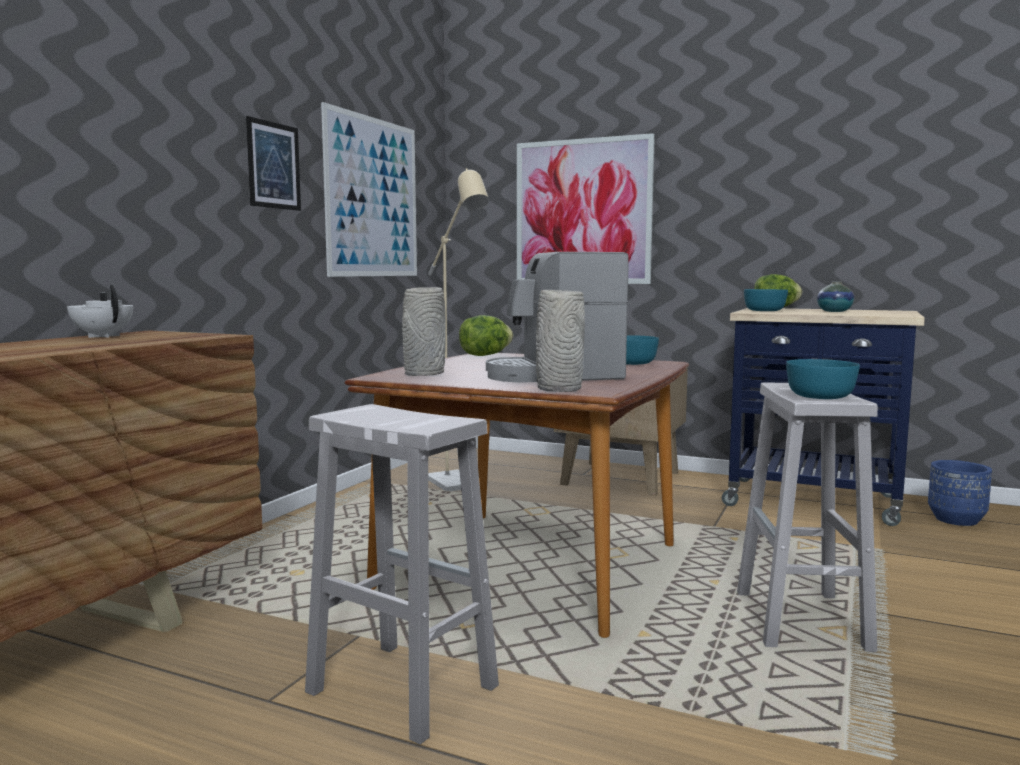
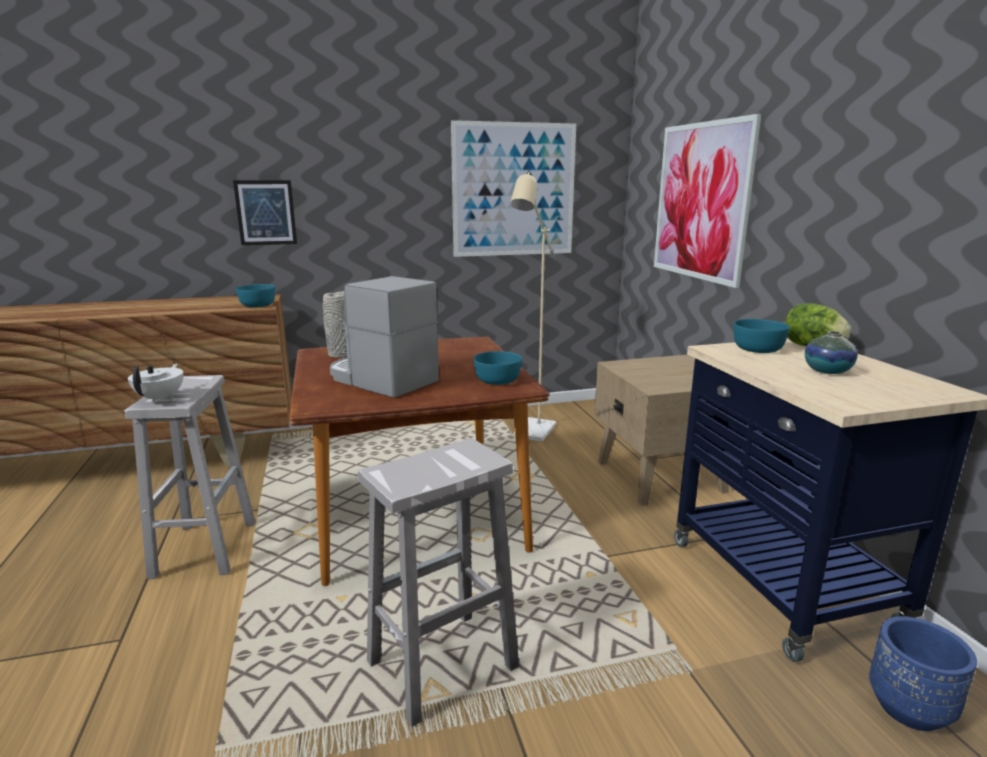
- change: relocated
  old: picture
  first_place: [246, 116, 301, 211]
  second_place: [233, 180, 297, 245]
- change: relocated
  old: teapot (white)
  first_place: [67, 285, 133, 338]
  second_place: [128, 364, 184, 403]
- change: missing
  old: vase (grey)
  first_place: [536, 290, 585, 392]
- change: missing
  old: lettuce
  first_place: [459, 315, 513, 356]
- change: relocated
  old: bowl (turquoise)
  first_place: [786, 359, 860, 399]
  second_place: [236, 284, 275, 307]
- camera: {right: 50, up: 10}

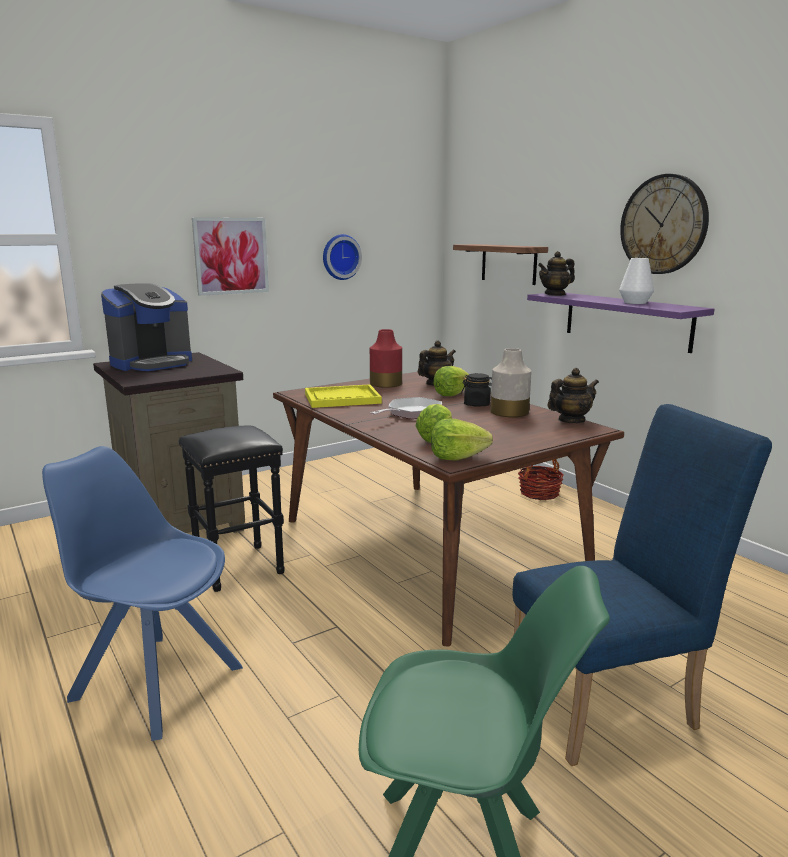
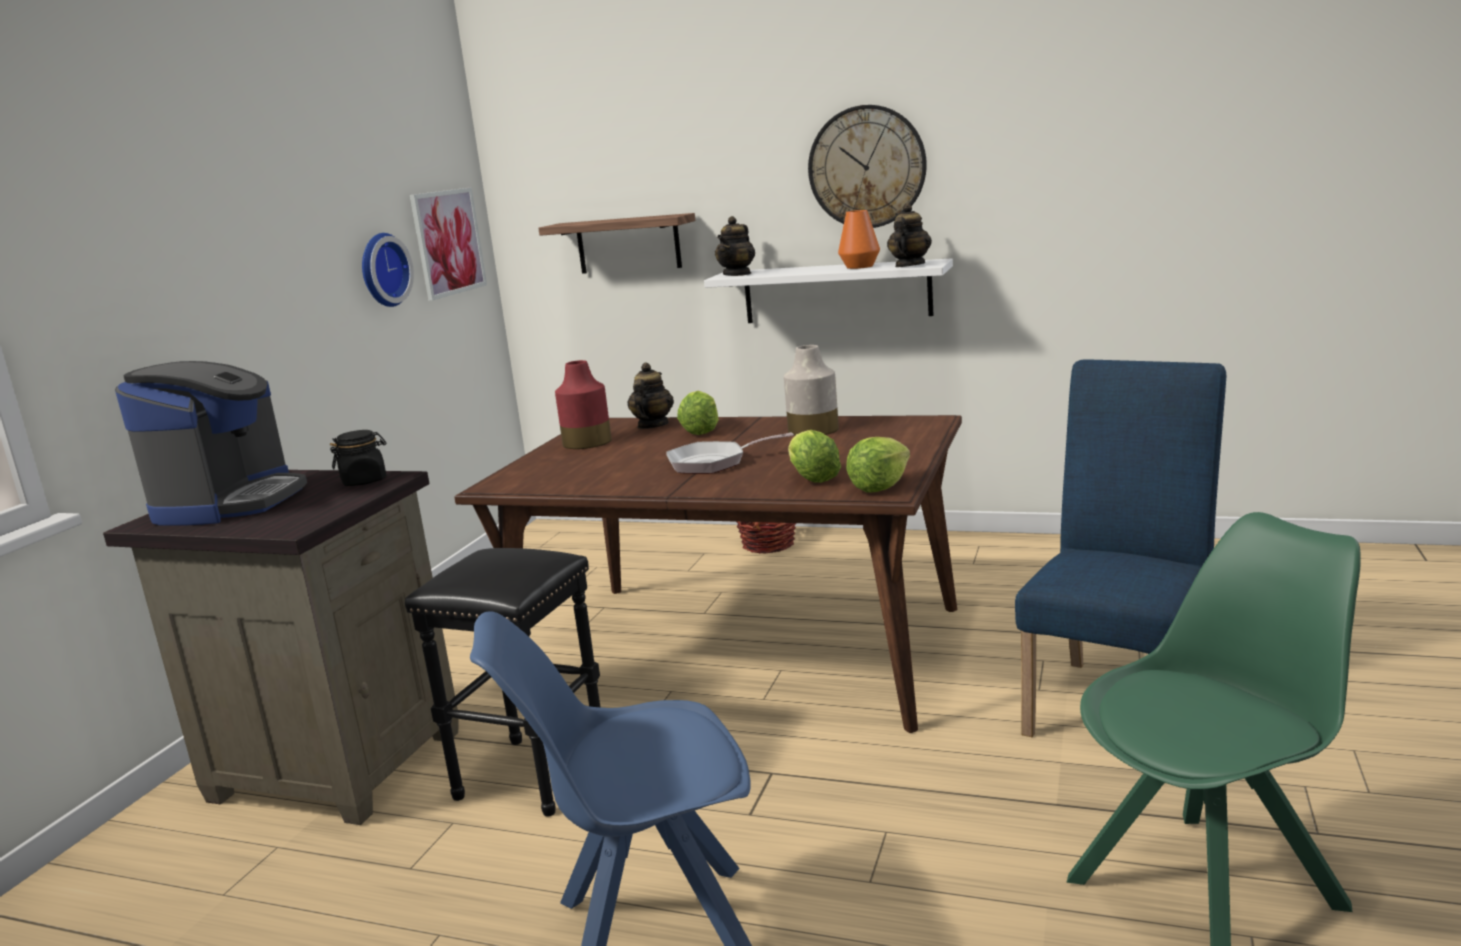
- change: relocated
  old: picture
  first_place: [192, 217, 269, 296]
  second_place: [410, 187, 487, 301]
- change: colour
  old: vase (white)
  new: vase (orange)
  first_place: [619, 258, 654, 304]
  second_place: [838, 210, 880, 269]
- change: colour
  old: shelf (purple)
  new: shelf (white)
  first_place: [527, 293, 714, 353]
  second_place: [704, 258, 953, 323]
- change: relocated
  old: teapot
  first_place: [548, 368, 599, 423]
  second_place: [887, 203, 932, 267]
- change: relocated
  old: jar (black)
  first_place: [461, 373, 492, 407]
  second_place: [330, 430, 387, 486]
- change: missing
  old: tray (yellow)
  first_place: [305, 384, 382, 408]
- change: spun
  old: frying pan
  first_place: [370, 397, 442, 419]
  second_place: [666, 433, 794, 474]
  degrees: -105
- camera: {right: -35, up: 0}

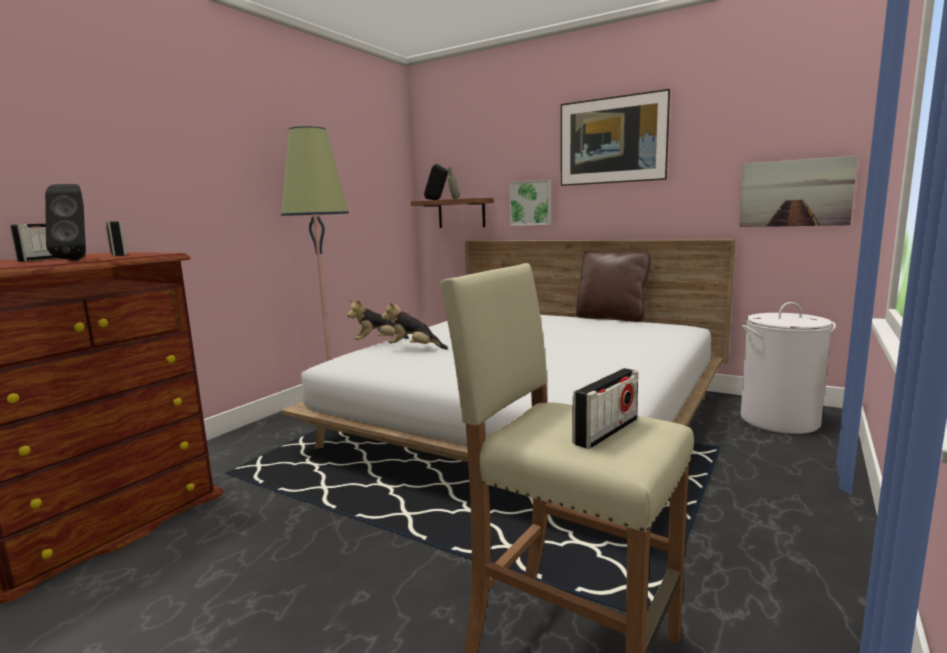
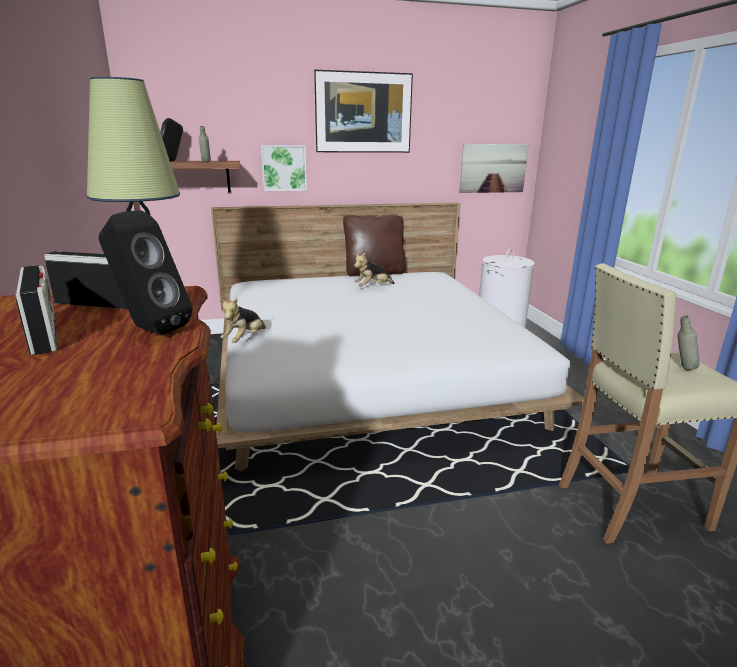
- change: relocated
  old: plush toy
  first_place: [381, 301, 448, 349]
  second_place: [354, 253, 395, 286]
- change: exchanged
  old: radio
  new: bottle (grey)
  first_place: [573, 368, 638, 449]
  second_place: [678, 315, 699, 370]
- camera: {right: -45, up: 10}

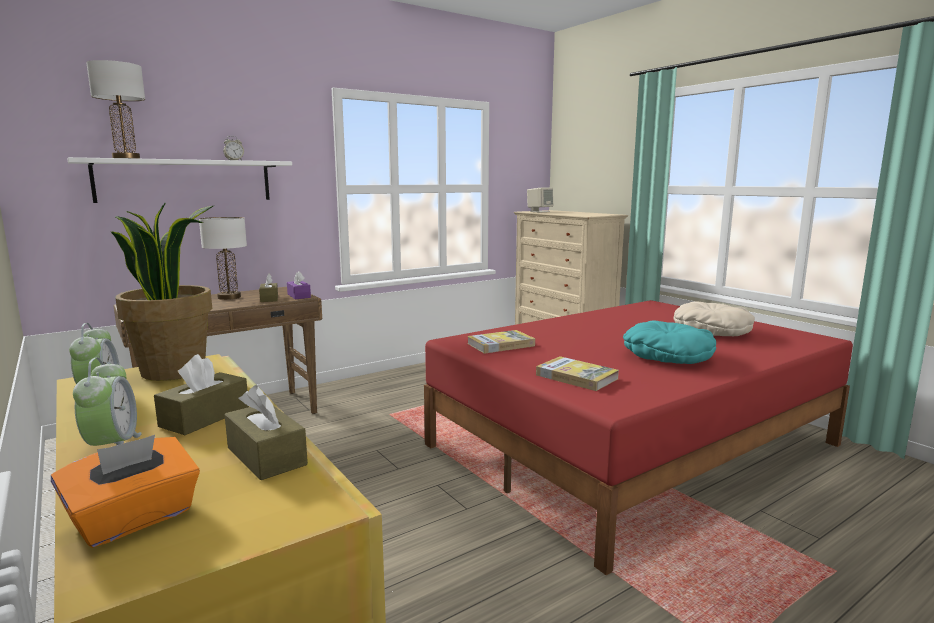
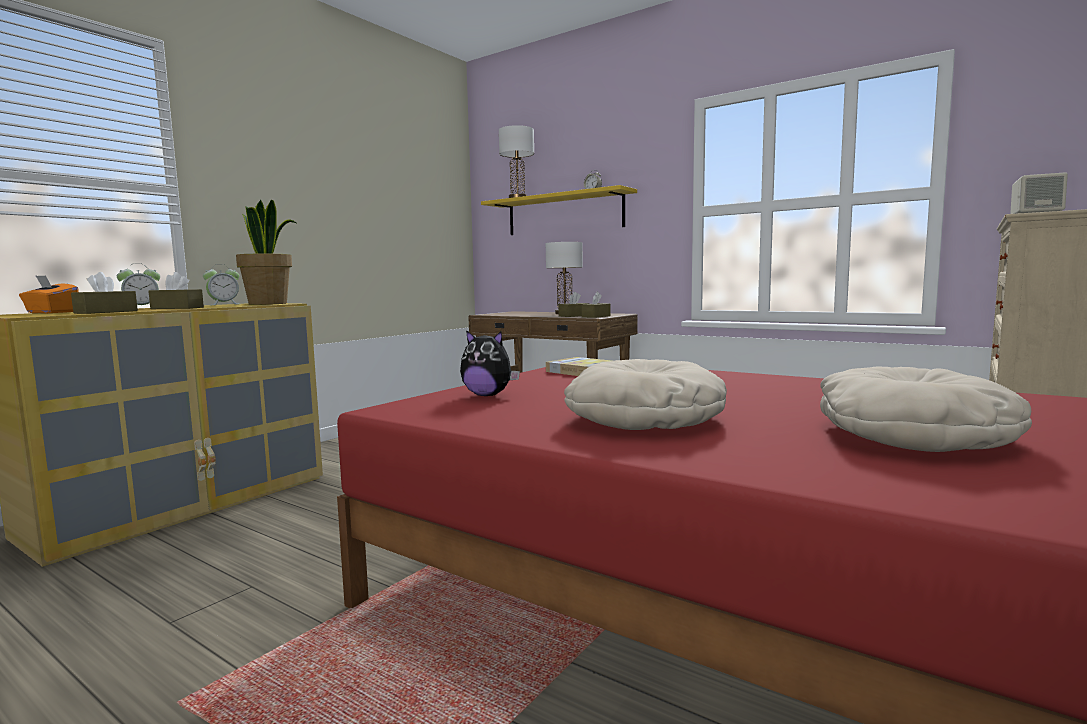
- change: colour
  old: shelf (white)
  new: shelf (yellow)
  first_place: [68, 157, 292, 203]
  second_place: [481, 185, 637, 235]
- change: colour
  old: tissue box (purple)
  new: tissue box (brown)
  first_place: [287, 271, 311, 299]
  second_place: [582, 292, 610, 318]
- change: colour
  old: pillow (turquoise)
  new: pillow (beige)
  first_place: [623, 321, 716, 364]
  second_place: [564, 359, 727, 430]
- change: exchanged
  old: book
  new: plush toy
  first_place: [536, 356, 619, 391]
  second_place: [460, 330, 520, 396]
- camera: {right: 70, up: -5}

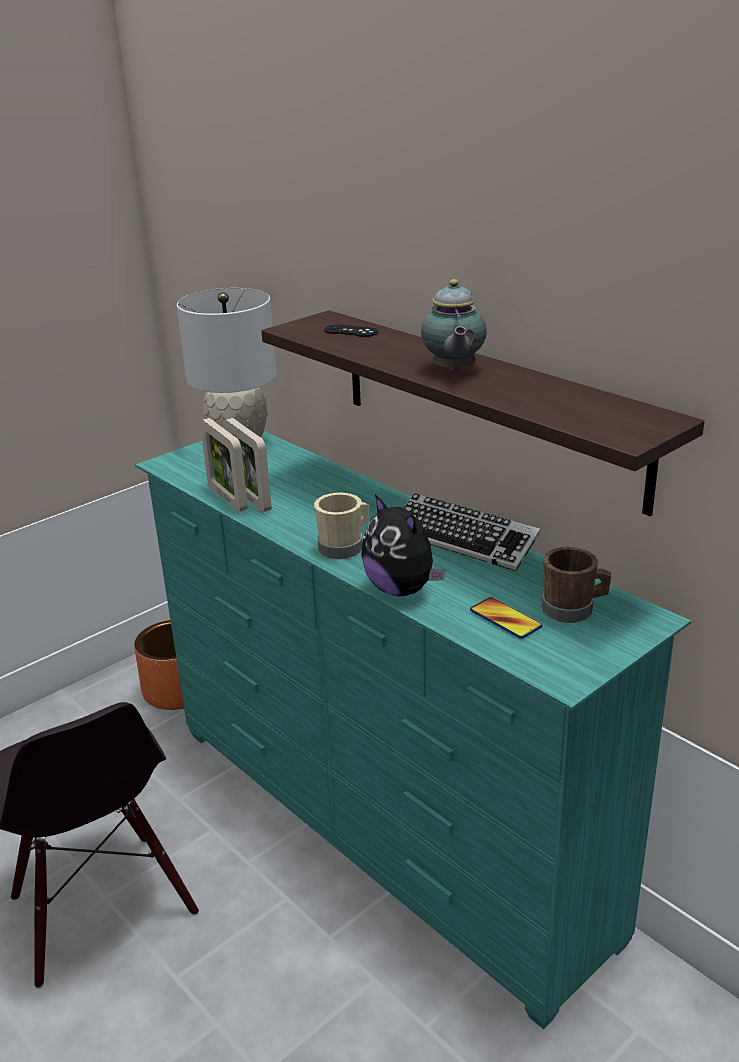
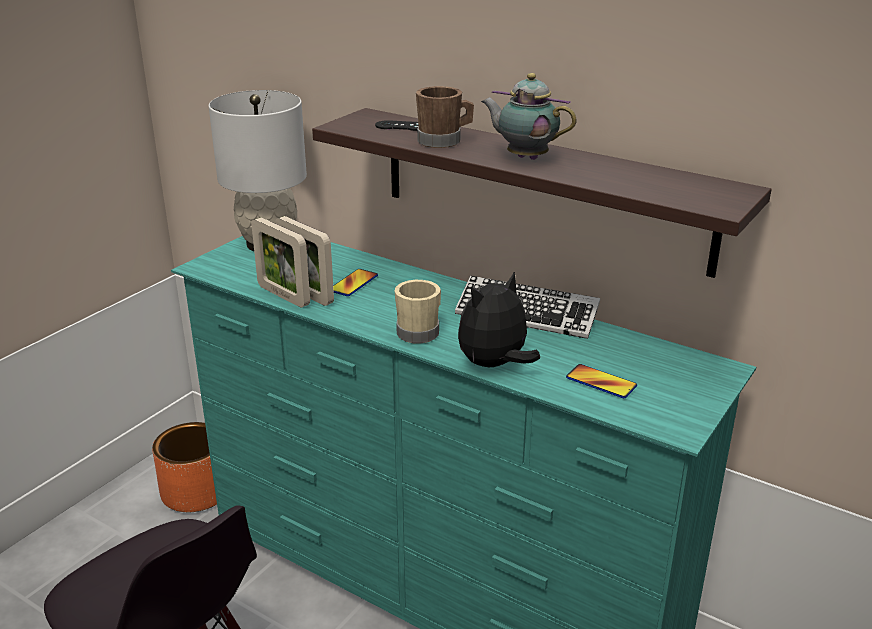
- change: spun
  old: teapot
  first_place: [421, 279, 487, 373]
  second_place: [481, 73, 576, 160]
  degrees: 135
- change: spun
  old: plush toy
  first_place: [361, 494, 445, 596]
  second_place: [458, 271, 540, 367]
  degrees: 105
- change: relocated
  old: mug (brown)
  first_place: [542, 547, 611, 623]
  second_place: [416, 86, 474, 148]
- change: appeared
  new: phone
  second_place: [333, 269, 378, 296]
- camera: {right: -15, up: 0}

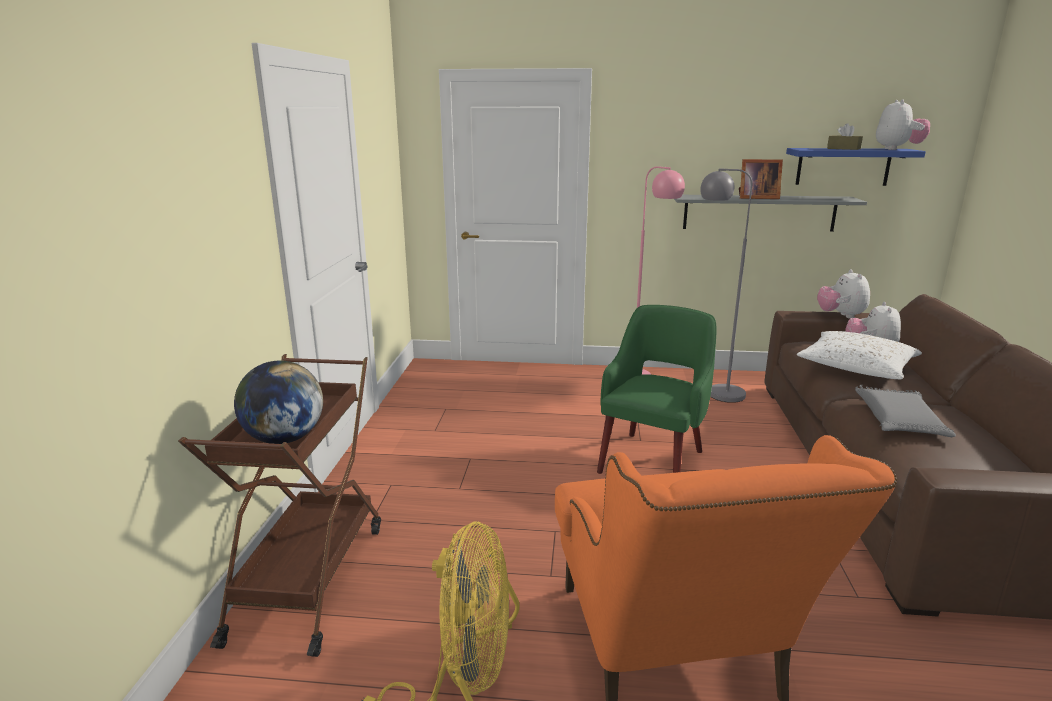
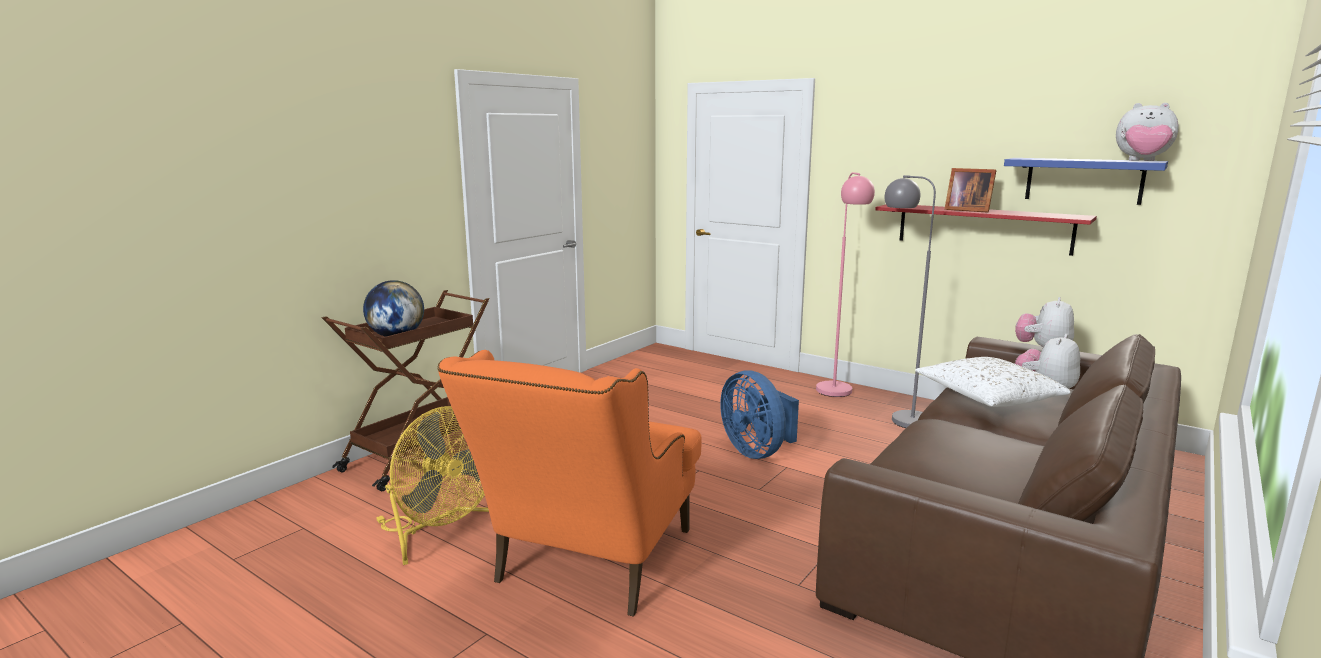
- change: spun
  old: plush toy
  first_place: [876, 100, 930, 150]
  second_place: [1116, 103, 1179, 161]
  degrees: 75
- change: missing
  old: tissue box (brown)
  first_place: [827, 123, 863, 150]
- change: colour
  old: shelf (grey)
  new: shelf (red)
  first_place: [674, 195, 867, 232]
  second_place: [875, 205, 1097, 256]
- change: exchanged
  old: armchair (green)
  new: fan (blue)
  first_place: [597, 305, 717, 474]
  second_place: [720, 370, 799, 459]
- change: missing
  old: pillow (grey)
  first_place: [855, 385, 956, 437]
- camera: {right: 30, up: -5}

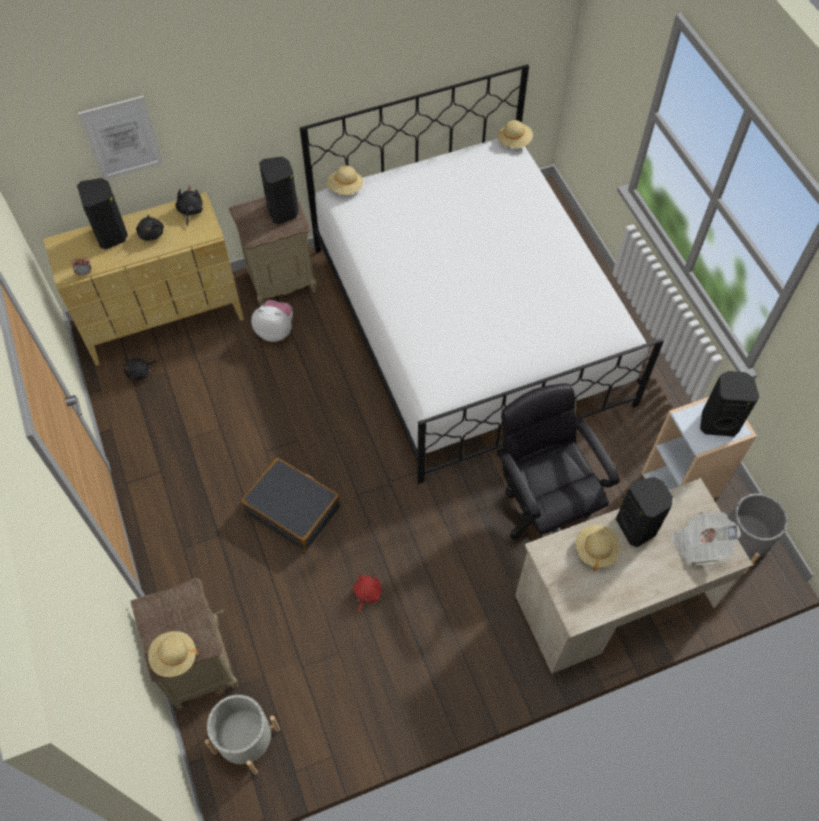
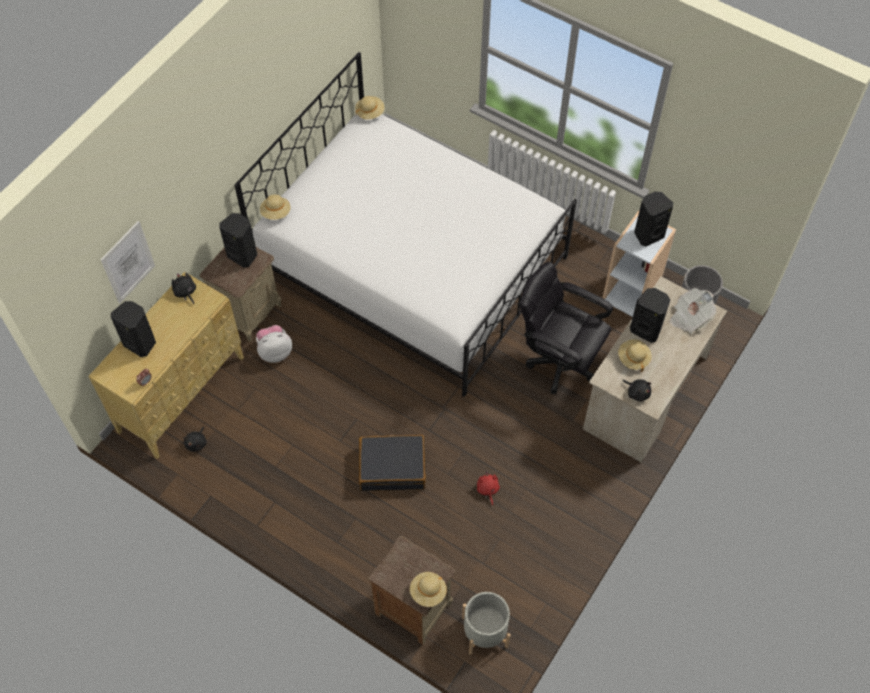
- change: relocated
  old: plush toy (black)
  first_place: [136, 215, 164, 241]
  second_place: [622, 379, 652, 401]
- camera: {right: -35, up: 0}

